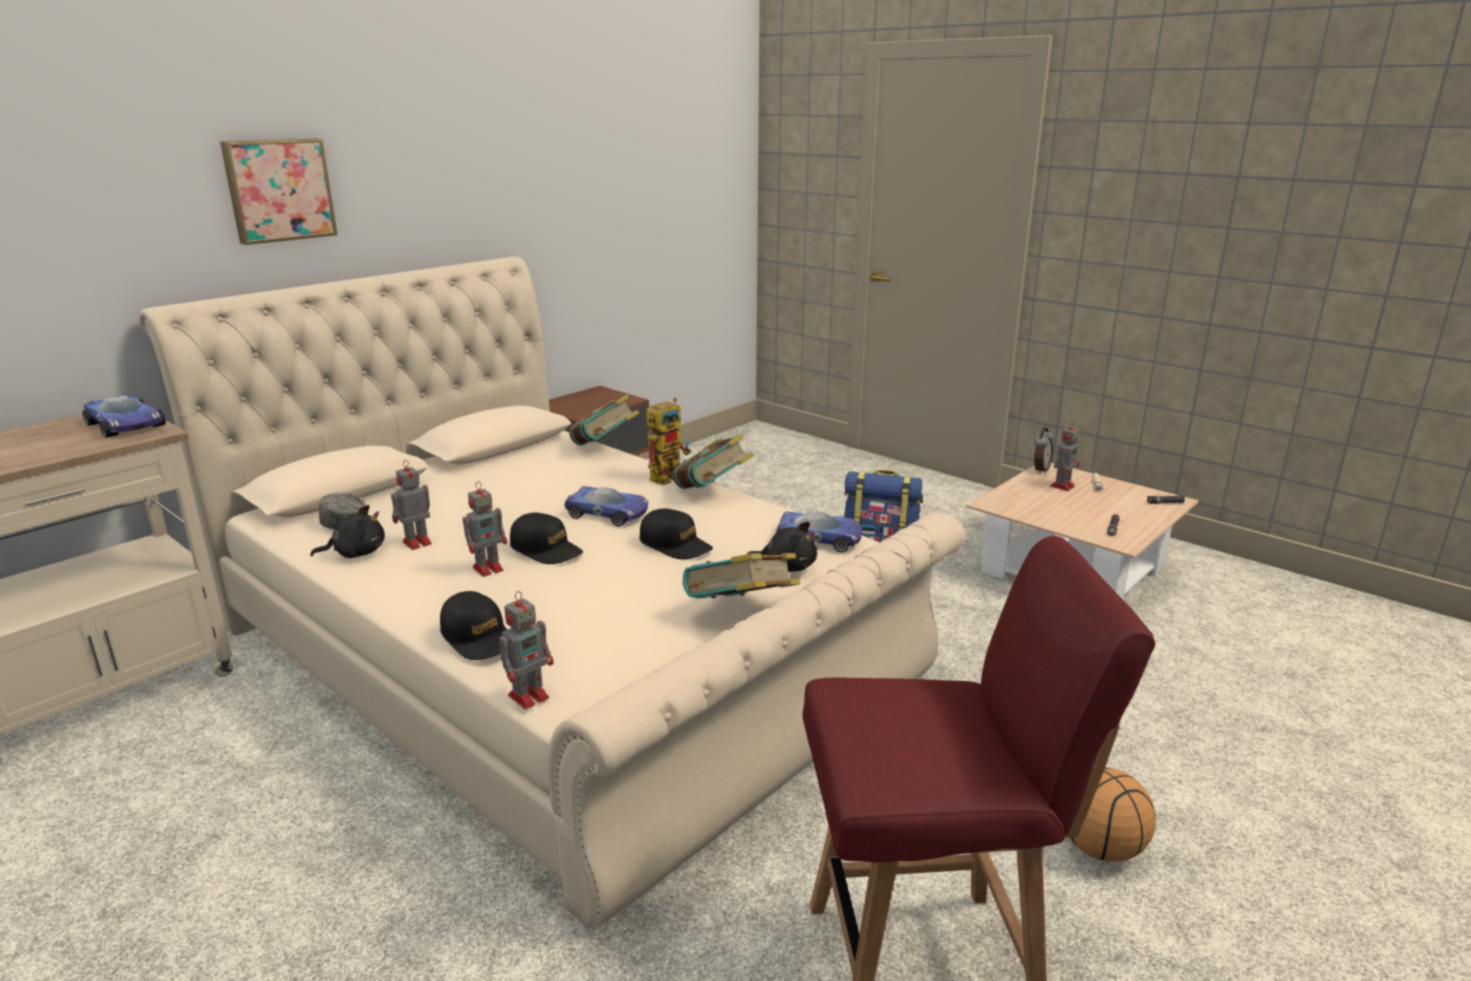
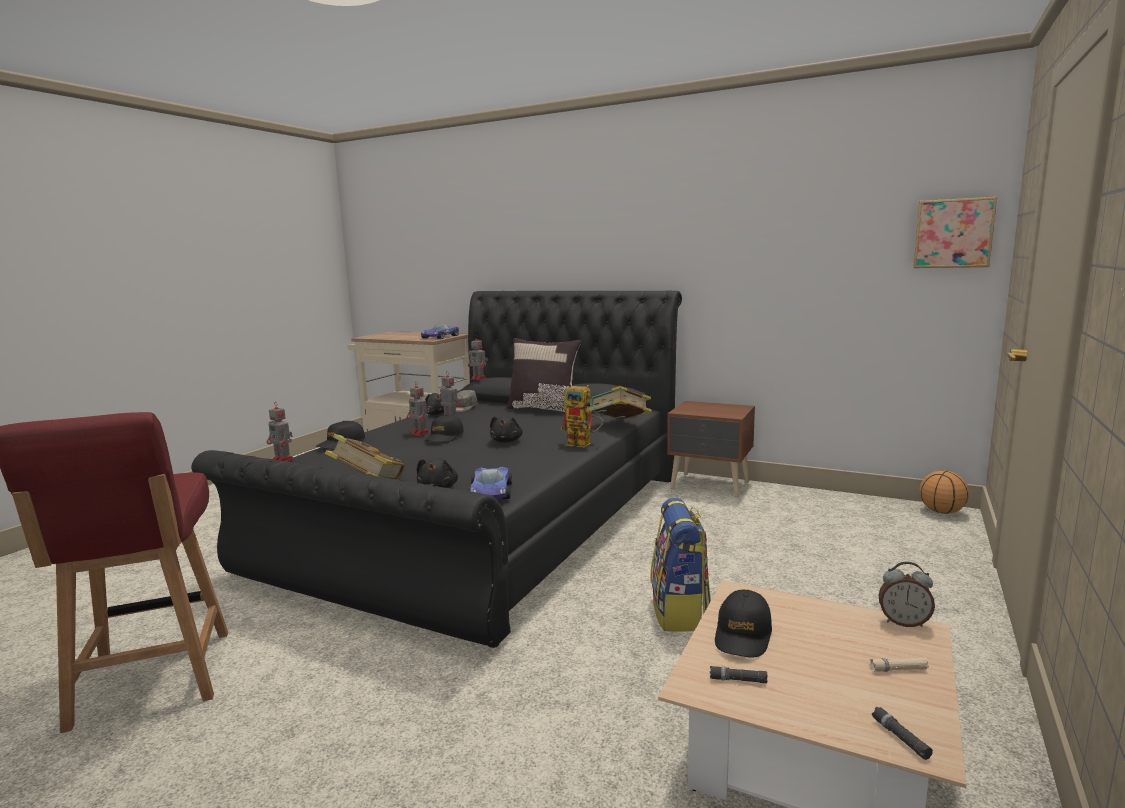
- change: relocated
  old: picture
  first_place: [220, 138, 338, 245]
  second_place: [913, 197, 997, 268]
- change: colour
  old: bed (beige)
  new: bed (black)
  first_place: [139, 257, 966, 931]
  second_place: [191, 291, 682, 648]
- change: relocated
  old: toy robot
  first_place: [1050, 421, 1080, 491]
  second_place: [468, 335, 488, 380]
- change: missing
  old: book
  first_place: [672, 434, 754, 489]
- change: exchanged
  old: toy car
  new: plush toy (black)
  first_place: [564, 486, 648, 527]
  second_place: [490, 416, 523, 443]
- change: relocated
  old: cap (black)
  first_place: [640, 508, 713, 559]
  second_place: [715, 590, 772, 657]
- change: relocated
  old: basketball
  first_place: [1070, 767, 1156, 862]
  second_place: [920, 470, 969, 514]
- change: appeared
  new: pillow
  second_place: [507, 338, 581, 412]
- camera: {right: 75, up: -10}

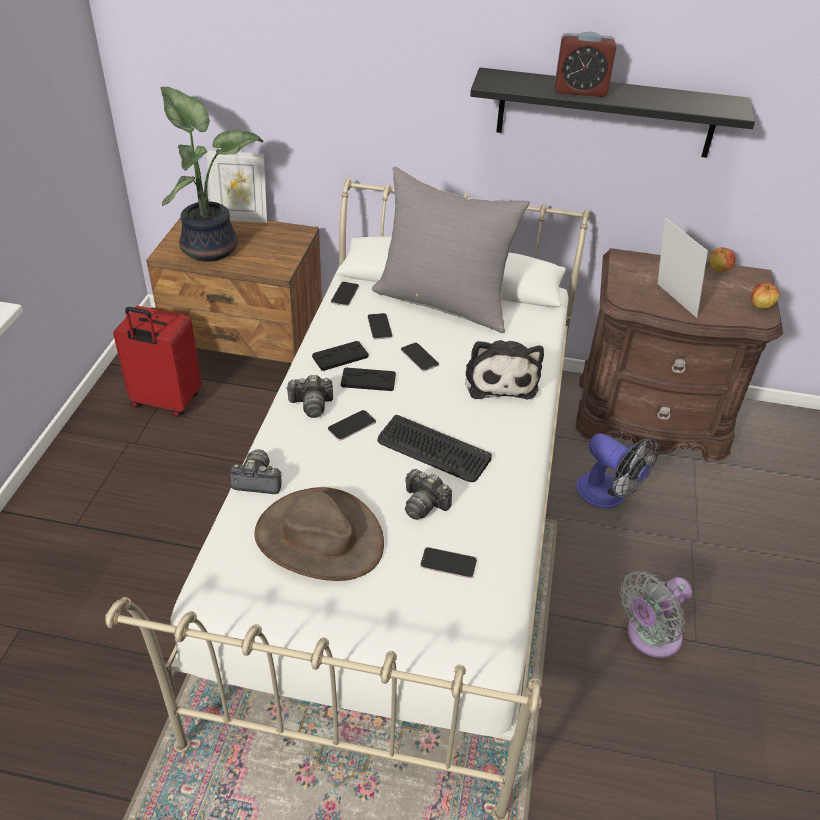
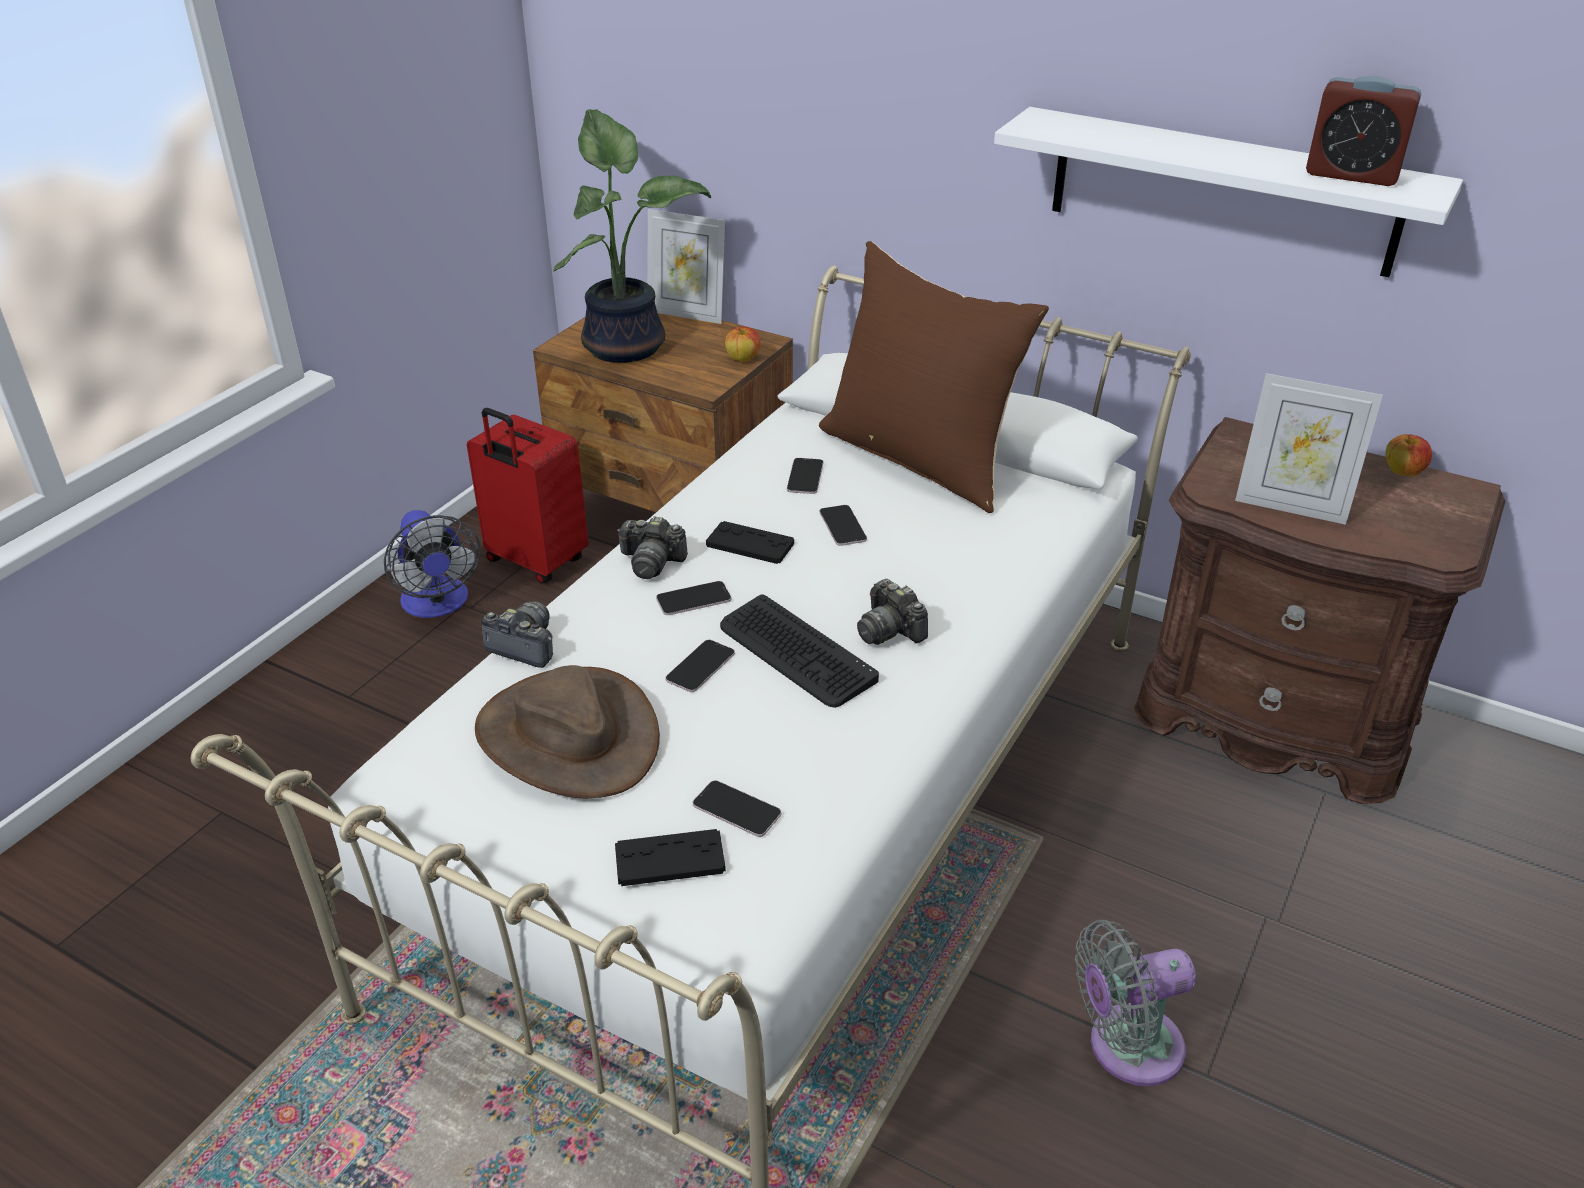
- change: relocated
  old: alarm clock
  first_place: [555, 32, 616, 97]
  second_place: [1306, 76, 1421, 186]
- change: colour
  old: shelf (black)
  new: shelf (white)
  first_place: [470, 67, 755, 158]
  second_place: [994, 107, 1463, 277]
- change: colour
  old: pillow (grey)
  new: pillow (brown)
  first_place: [372, 167, 530, 333]
  second_place: [819, 241, 1049, 513]
- change: spun
  old: picture frame
  first_place: [658, 218, 708, 318]
  second_place: [1235, 373, 1383, 525]
  degrees: 120
- change: relocated
  old: phone
  first_place: [331, 282, 359, 306]
  second_place: [665, 640, 735, 692]
- change: relocated
  old: apple
  first_place: [751, 283, 780, 309]
  second_place: [725, 327, 761, 362]
- change: missing
  old: plush toy
  first_place: [465, 340, 544, 400]
- change: relocated
  old: game controller (black)
  first_place: [312, 341, 368, 371]
  second_place: [615, 829, 726, 886]
- change: relocated
  old: fan
  first_place: [576, 434, 659, 508]
  second_place: [384, 510, 481, 618]
- change: relocated
  old: photo camera
  first_place: [405, 469, 452, 520]
  second_place: [857, 579, 928, 645]
- camera: {right: 20, up: -5}

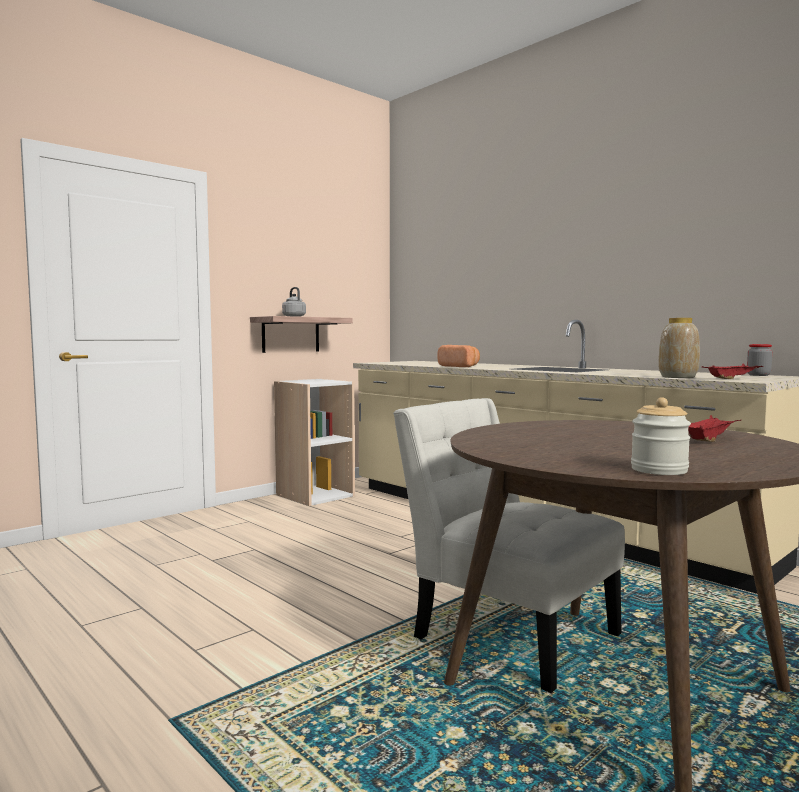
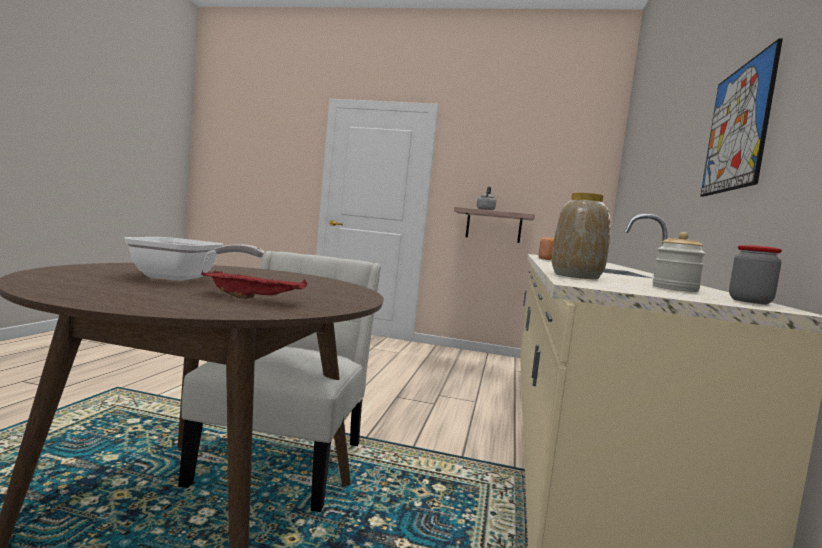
- change: missing
  old: tray (red)
  first_place: [702, 363, 763, 379]
- change: missing
  old: bookcase
  first_place: [274, 379, 355, 506]
- change: relocated
  old: jar
  first_place: [631, 397, 691, 475]
  second_place: [652, 232, 706, 292]
- change: appeared
  new: picture
  second_place: [700, 39, 783, 197]
- change: appeared
  new: frying pan
  second_place: [124, 237, 264, 281]
- camera: {right: 55, up: 0}

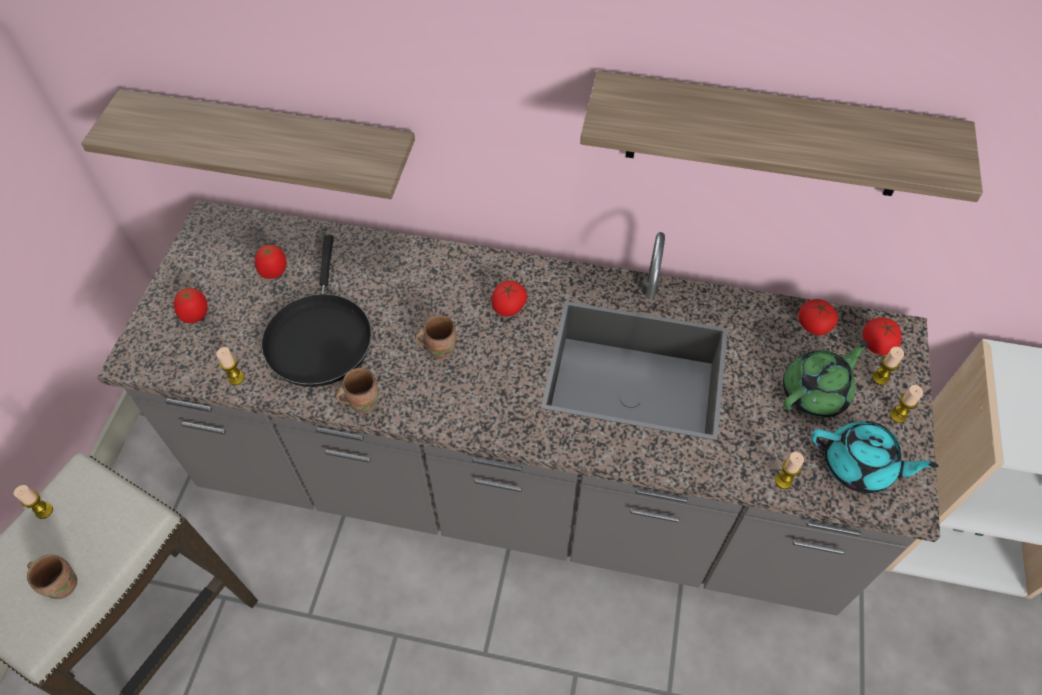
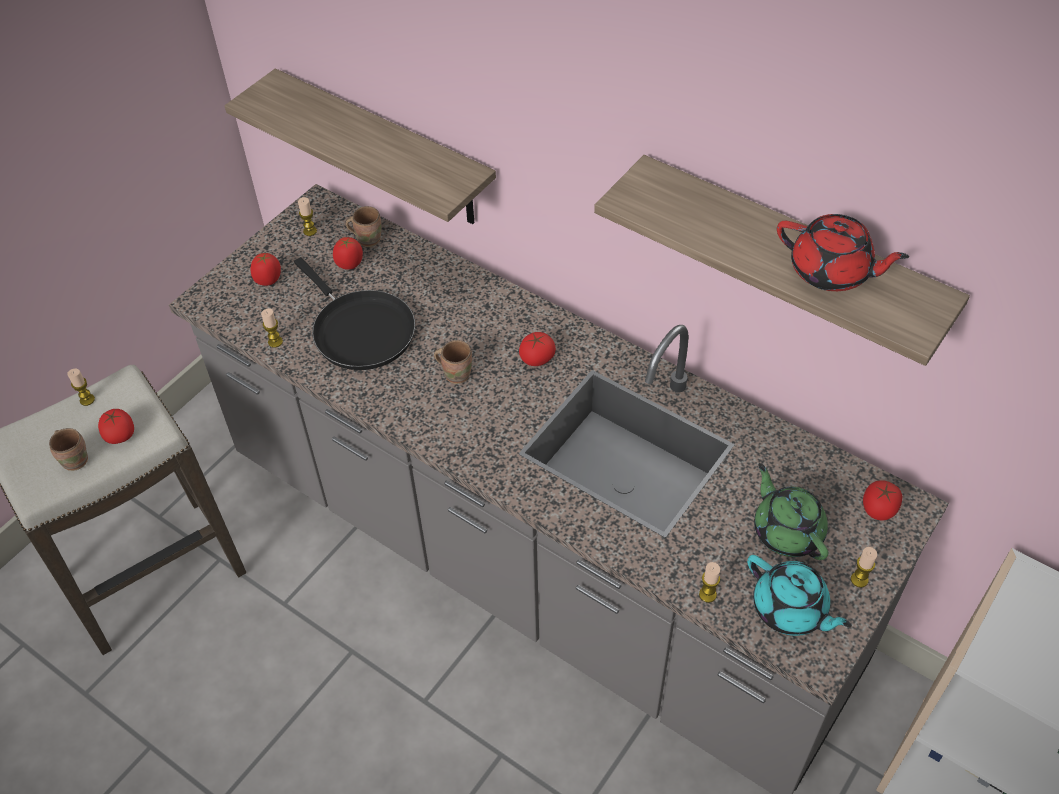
- change: spun
  old: frying pan (black)
  first_place: [261, 235, 372, 387]
  second_place: [294, 257, 415, 370]
  degrees: -60
- change: relocated
  old: tomato
  first_place: [798, 299, 838, 335]
  second_place: [98, 409, 134, 444]
- change: spun
  old: teapot (green)
  first_place: [783, 341, 868, 418]
  second_place: [754, 463, 829, 560]
  degrees: -105
- change: relocated
  old: candle
  first_place: [872, 347, 904, 385]
  second_place: [298, 197, 317, 236]
- change: relocated
  old: mug (brown)
  first_place: [335, 368, 378, 413]
  second_place: [346, 206, 381, 247]
- change: appeared
  new: teapot (red)
  second_place: [777, 214, 909, 291]
- camera: {right: 25, up: -5}

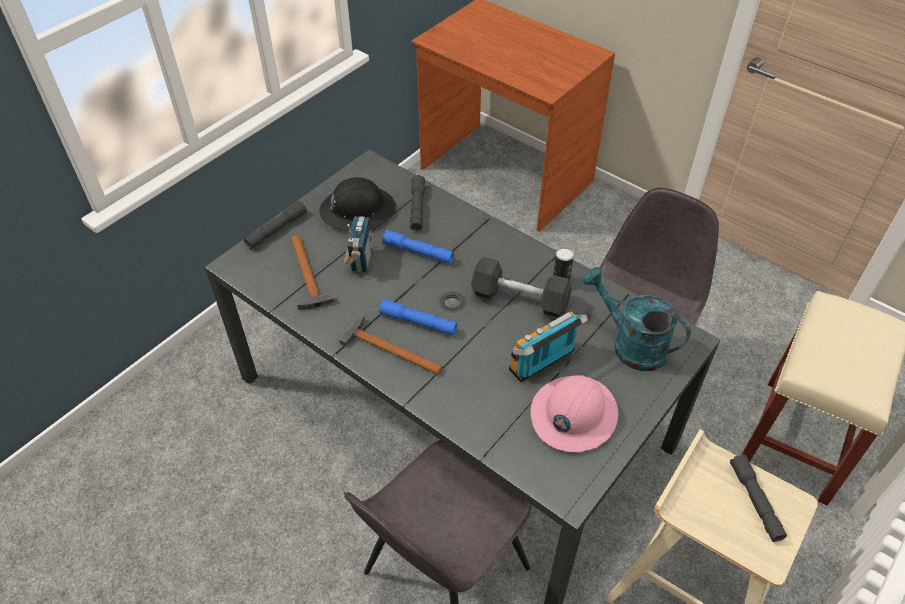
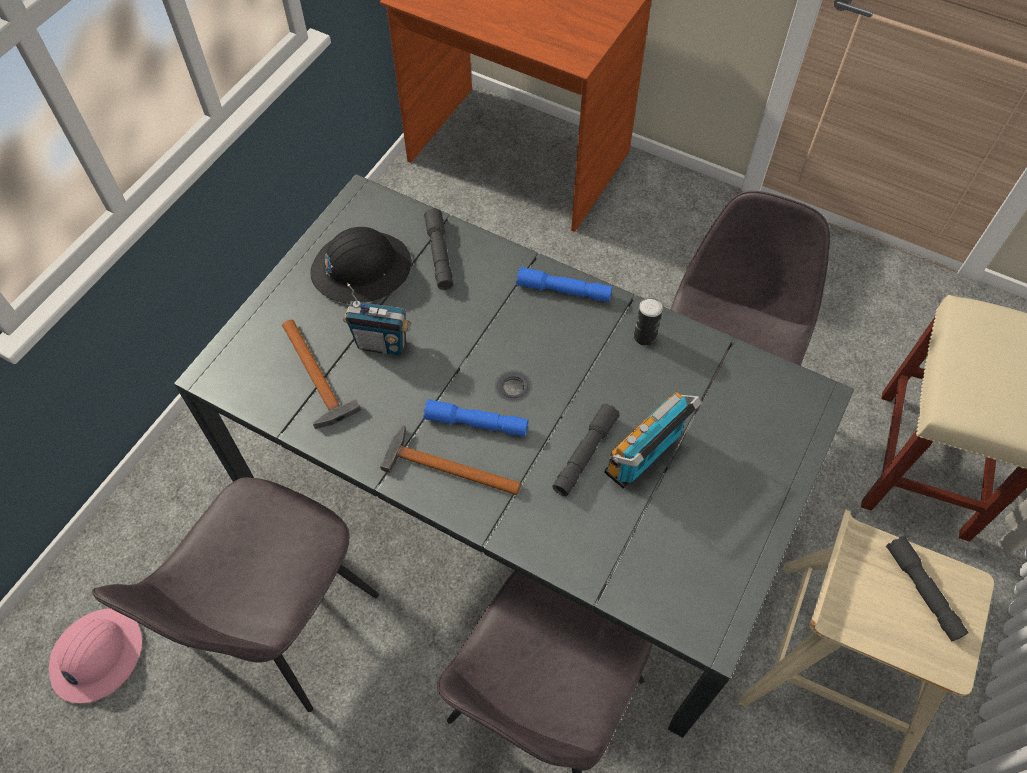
- change: relocated
  old: flashlight (grey)
  first_place: [244, 201, 307, 249]
  second_place: [552, 403, 620, 496]
- change: spun
  old: radio
  first_place: [344, 216, 374, 272]
  second_place: [343, 284, 412, 356]
  degrees: 105
- change: relocated
  old: flashlight (blue)
  first_place: [382, 230, 454, 264]
  second_place: [516, 267, 612, 302]
- change: missing
  old: dumbbell (black)
  first_place: [471, 257, 572, 318]
- change: missing
  old: watering can (turquoise)
  first_place: [582, 267, 691, 371]
- change: relocated
  old: hard hat (pink)
  first_place: [531, 375, 618, 452]
  second_place: [49, 609, 142, 703]
- change: appeared
  new: chair (grey)
  second_place: [92, 477, 379, 712]
- camera: {right: -10, up: 10}

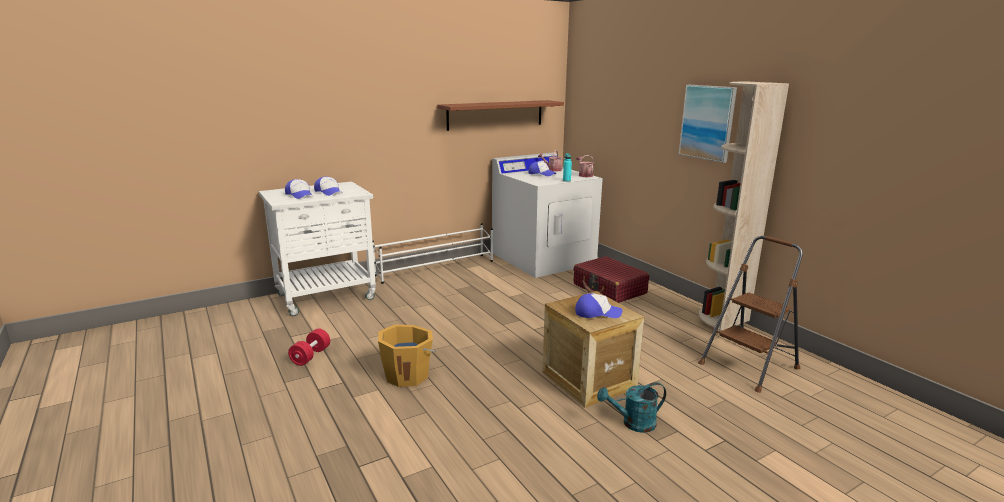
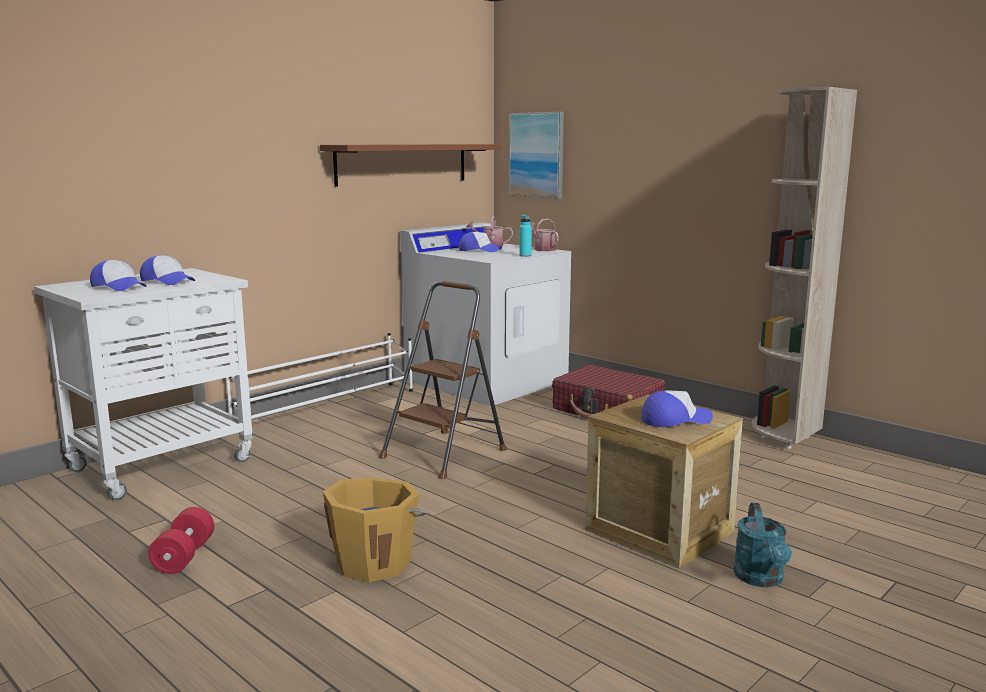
- change: relocated
  old: picture
  first_place: [679, 85, 737, 163]
  second_place: [509, 112, 564, 199]
- change: relocated
  old: step ladder (brown)
  first_place: [698, 236, 803, 393]
  second_place: [378, 281, 508, 479]
- change: spun
  old: watering can (turquoise)
  first_place: [597, 382, 666, 433]
  second_place: [733, 503, 792, 587]
  degrees: -60
- camera: {right: -15, up: -5}

